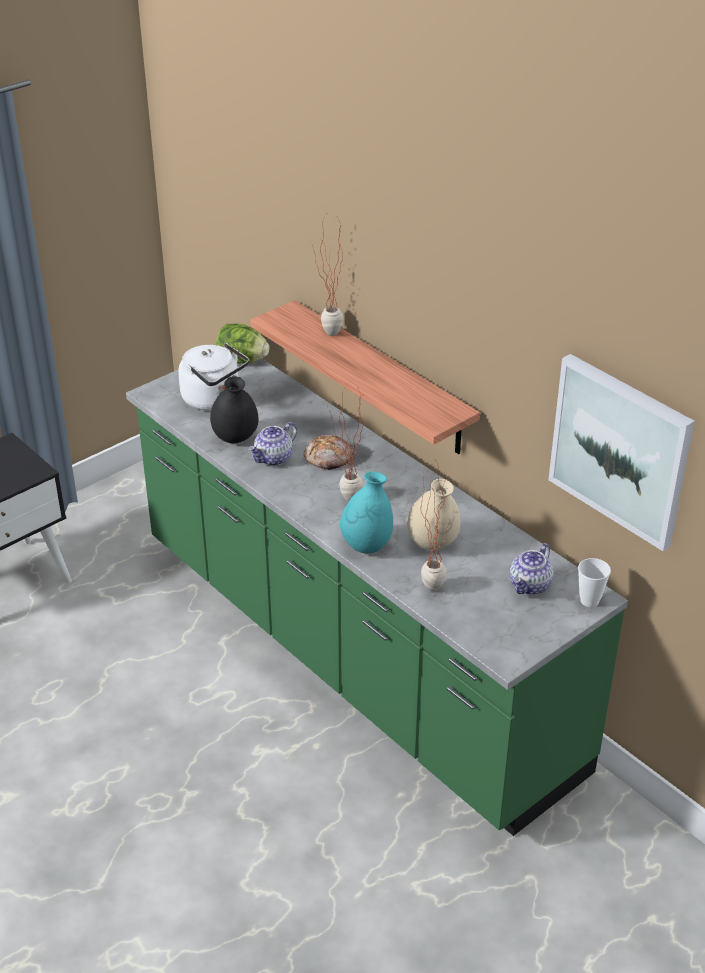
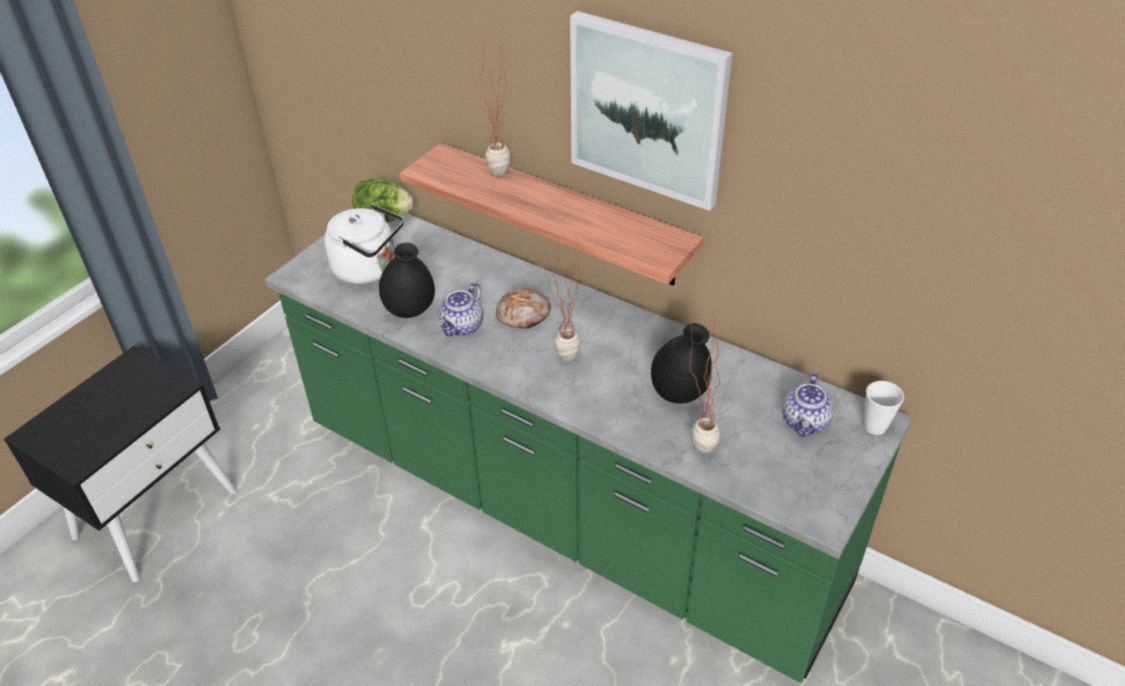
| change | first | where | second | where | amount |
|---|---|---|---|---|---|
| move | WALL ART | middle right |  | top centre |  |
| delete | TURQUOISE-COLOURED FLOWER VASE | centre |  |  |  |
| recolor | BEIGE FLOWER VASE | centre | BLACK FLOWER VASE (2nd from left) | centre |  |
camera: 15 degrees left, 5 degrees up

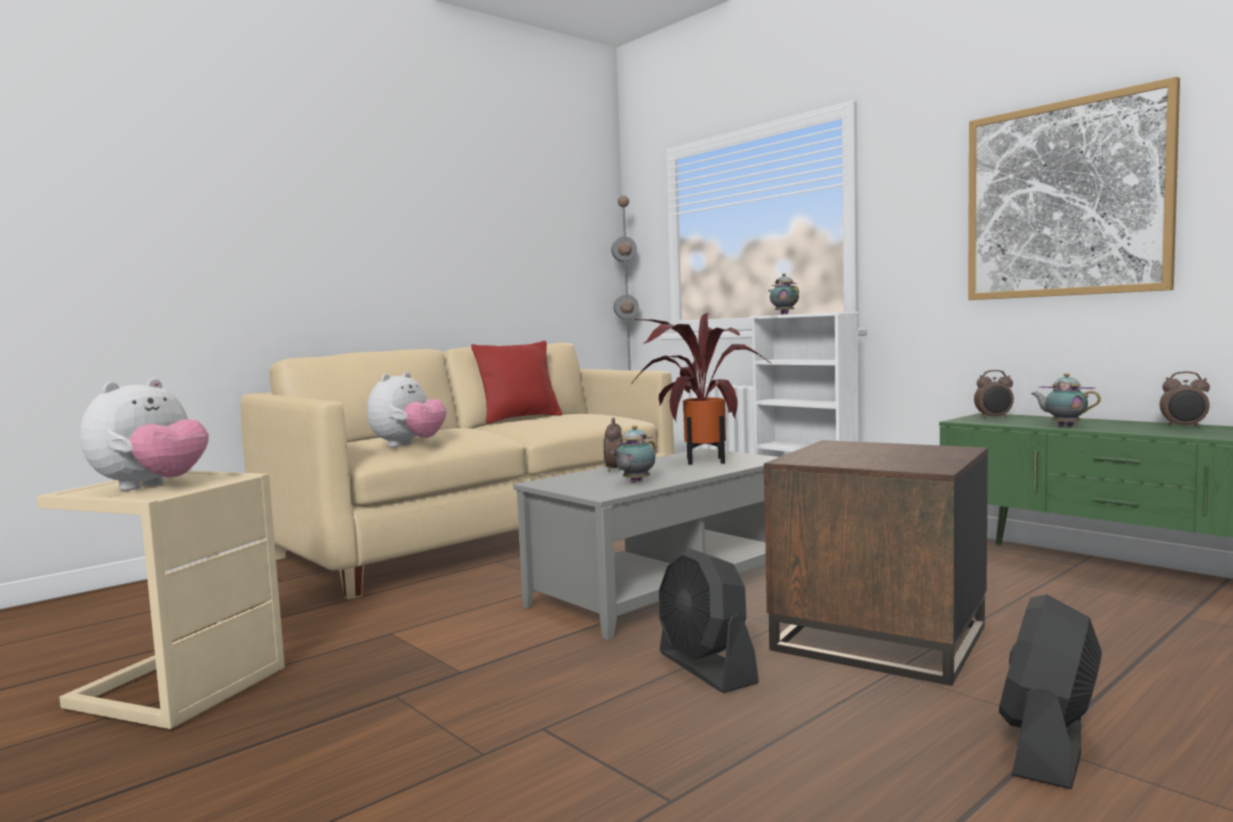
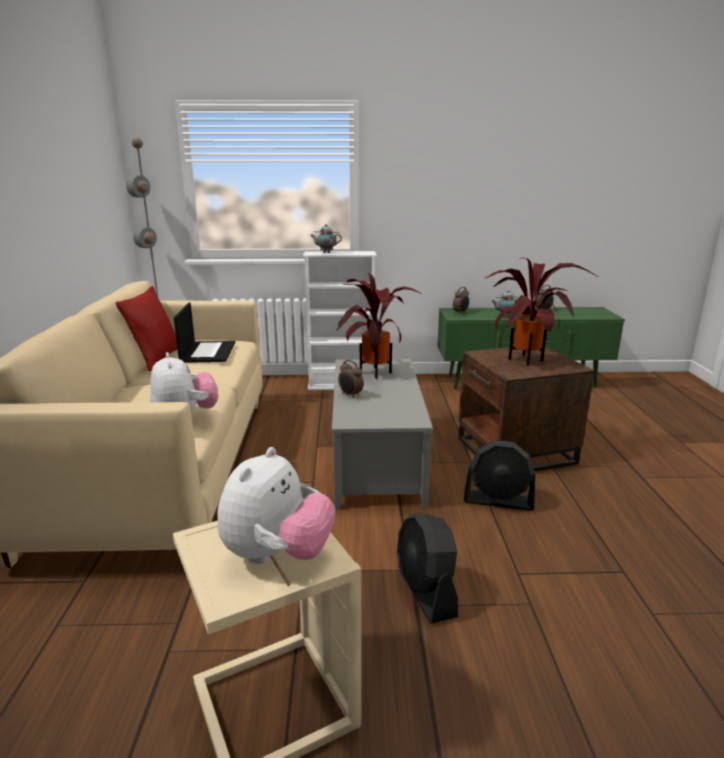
| change | first | where | second | where | amount |
|---|---|---|---|---|---|
| delete | WALL ART | top right |  |  |  |
| rotate | PLUSH TOY (1st from left in the first image) | middle left | PLUSH TOY (2nd from left) | centre | 45 degrees clockwise |
| delete | TEA POT (1st from left) | centre |  |  |  |
| move | BLACK ELECTRIC FAN (2nd from left in the first image) | bottom right | BLACK ELECTRIC FAN (1st from left) | bottom centre |  |
| insert |  |  | POTTED PLANT (2nd from left) | middle right |  |
| insert |  |  | NOTEBOOK COMPUTER | middle left |  |
camera: 50 degrees left, 15 degrees up

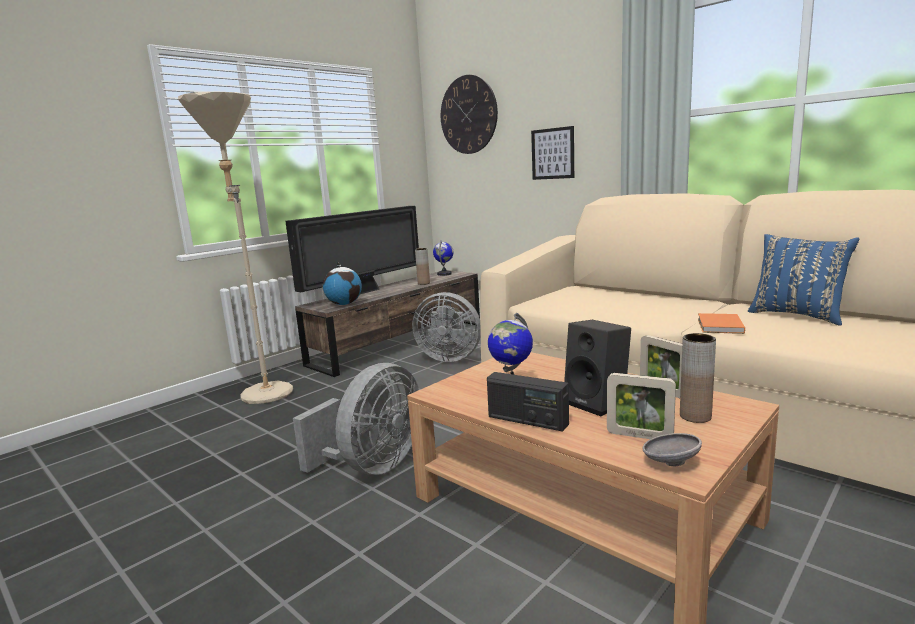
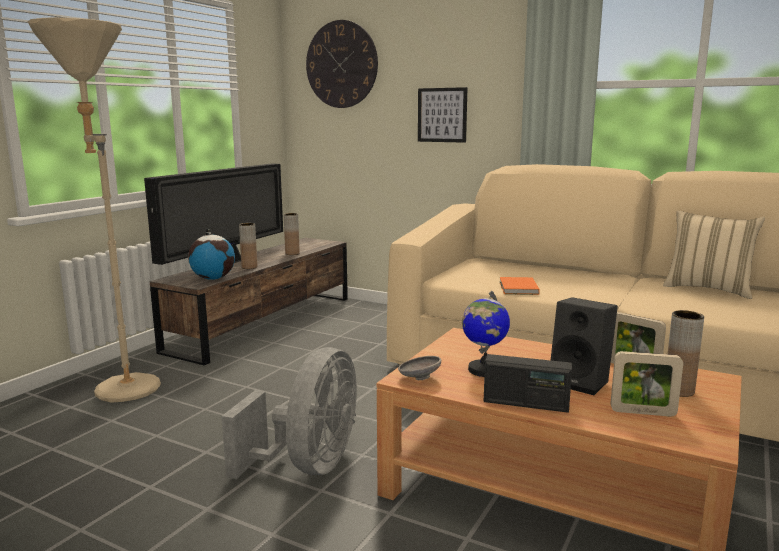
| change | first | where | second | where | amount |
|---|---|---|---|---|---|
| recolor | BLUISH THROW PILLOW | middle right | BEIGE THROW PILLOW | middle right |  |
| delete | GLOBE (2nd from left) | centre |  |  |  |
| delete | GREY ELECTRIC FAN (2nd from left) | centre |  |  |  |
| move | ORANGEY VOLUME | middle right |  | centre |  |
| move | GREY DEEP DISH | bottom right |  | bottom centre |  |
| insert |  |  | BROWN FLOWER VASE (1st from left) | middle left |  |
camera: 15 degrees left, 0 degrees up

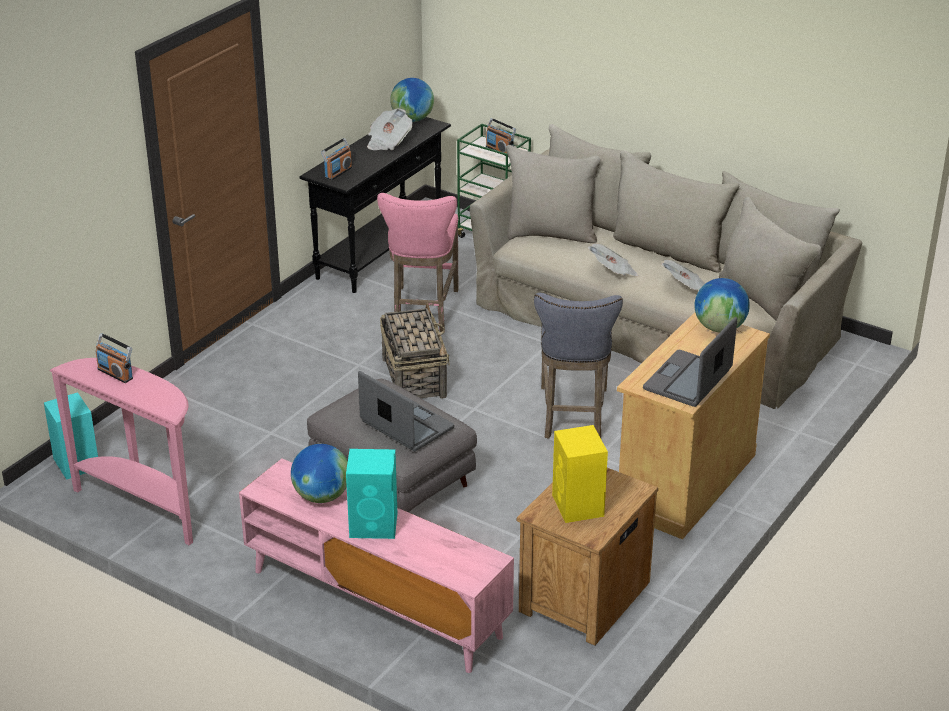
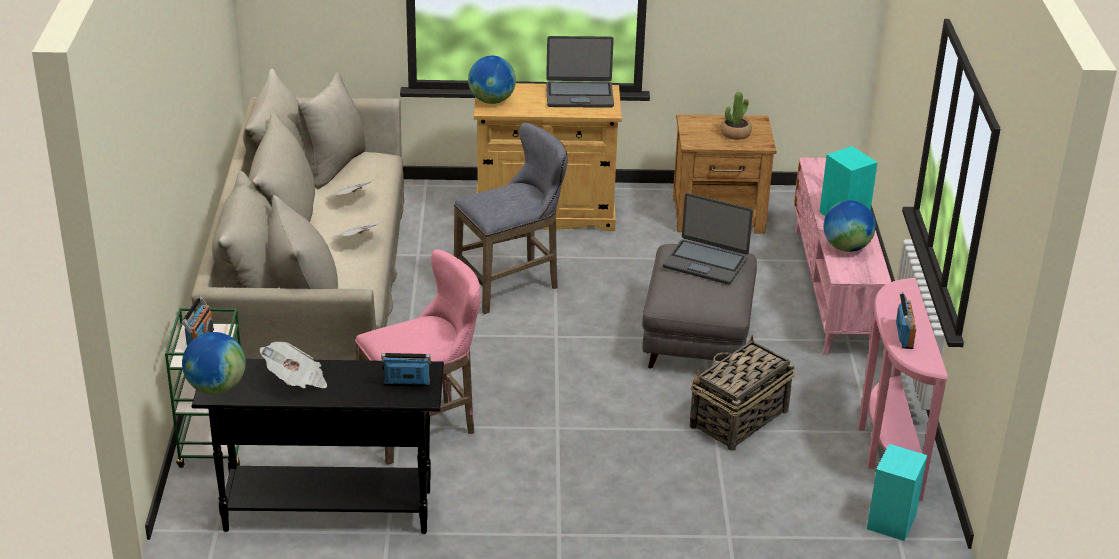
| change | first | where | second | where | amount |
|---|---|---|---|---|---|
| move | HOUSEHOLD BASKET | centre |  | bottom centre |  |
| rotate | NOTEBOOK COMPUTER (1st from left in the first image) | centre | NOTEBOOK COMPUTER (2nd from left) | centre | 75 degrees counterclockwise |
| replace | YELLOWISH SPEAKER | bottom centre | POTTED PLANT | top centre |  |
camera: 125 degrees left, 0 degrees up

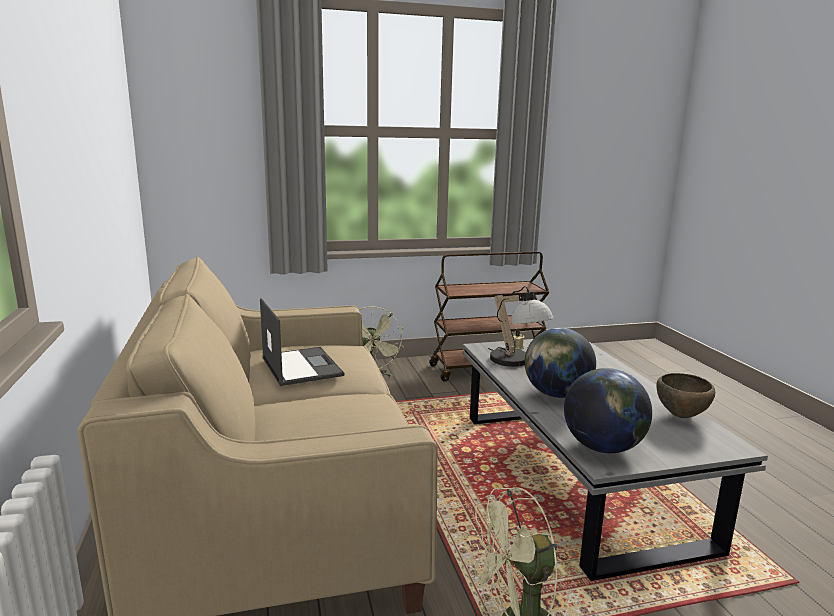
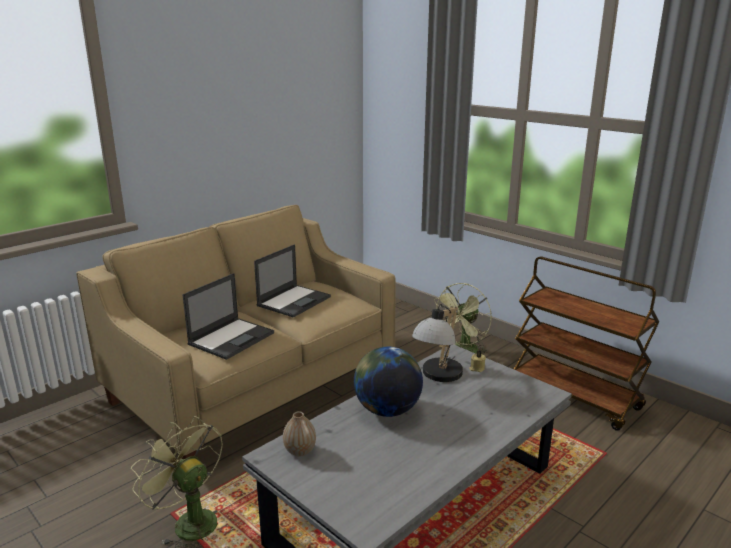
| change | first | where | second | where | amount |
|---|---|---|---|---|---|
| replace | GLOBE (2nd from left) | middle right | FLOWER VASE | bottom centre |  |
| delete | BROWN DEEP DISH | middle right |  |  |  |
| insert |  |  | NOTEBOOK COMPUTER (1st from left) | middle left |  |
camera: 60 degrees right, 5 degrees up

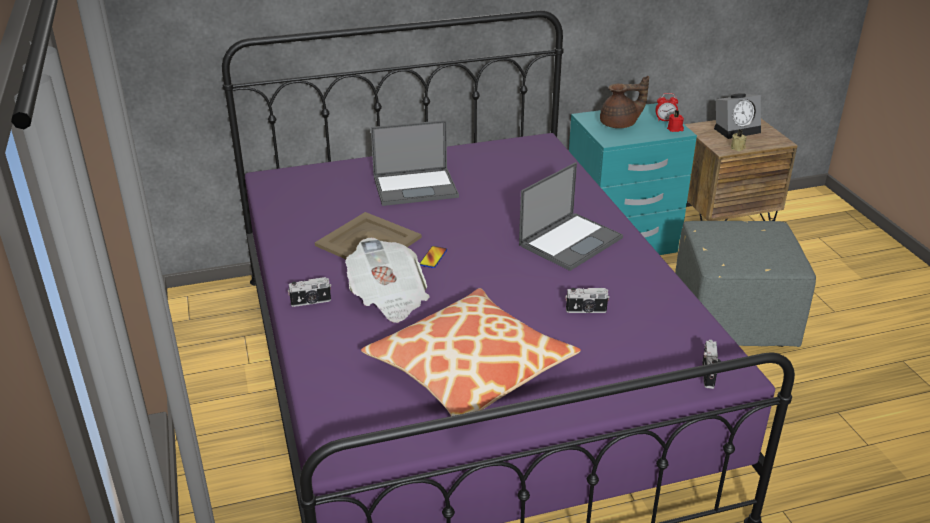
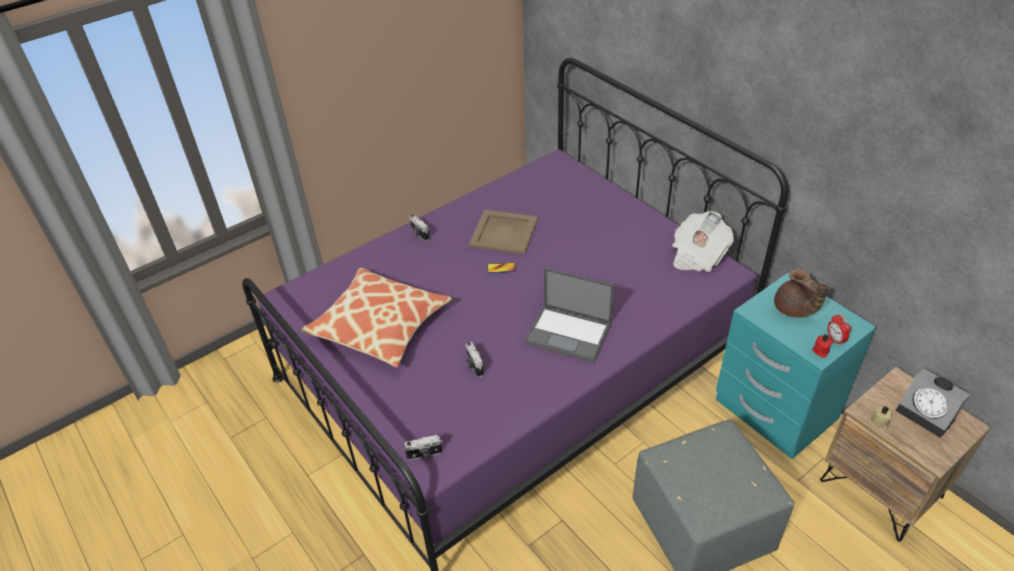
| change | first | where | second | where | amount |
|---|---|---|---|---|---|
| delete | NOTEBOOK COMPUTER (1st from left) | top centre |  |  |  |
| move | NEWSPAPER | centre |  | middle right |  |
camera: 70 degrees right, 10 degrees up

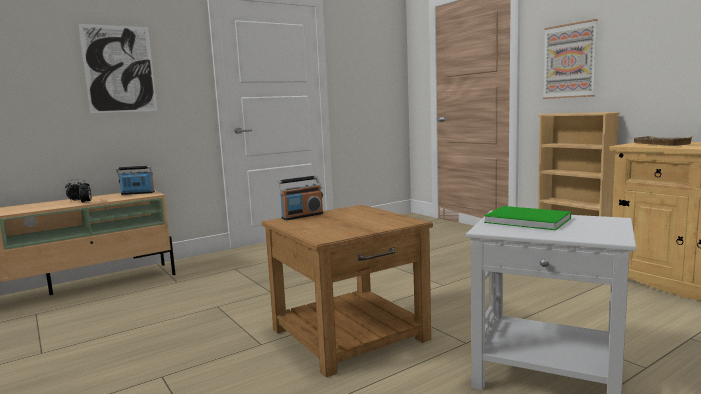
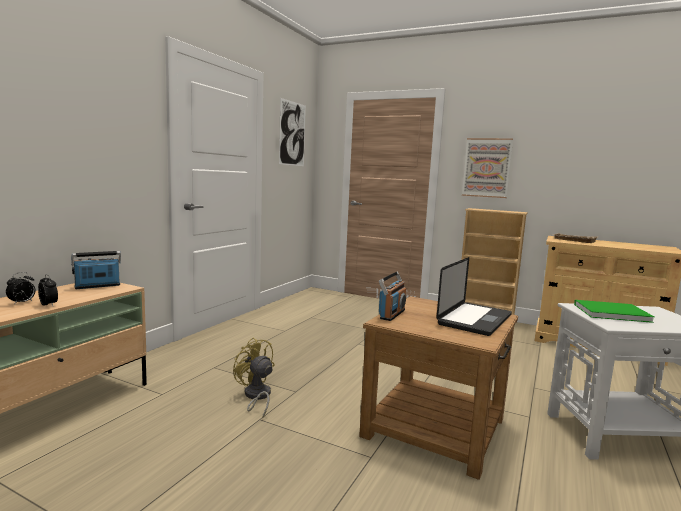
| change | first | where | second | where | amount |
|---|---|---|---|---|---|
| move | WALL ART (1st from left) | top left |  | top centre |  |
| insert |  |  | NOTEBOOK COMPUTER | middle right |  |
| insert |  |  | YELLOWISH ELECTRIC FAN | bottom centre |  |
camera: 30 degrees left, 0 degrees up

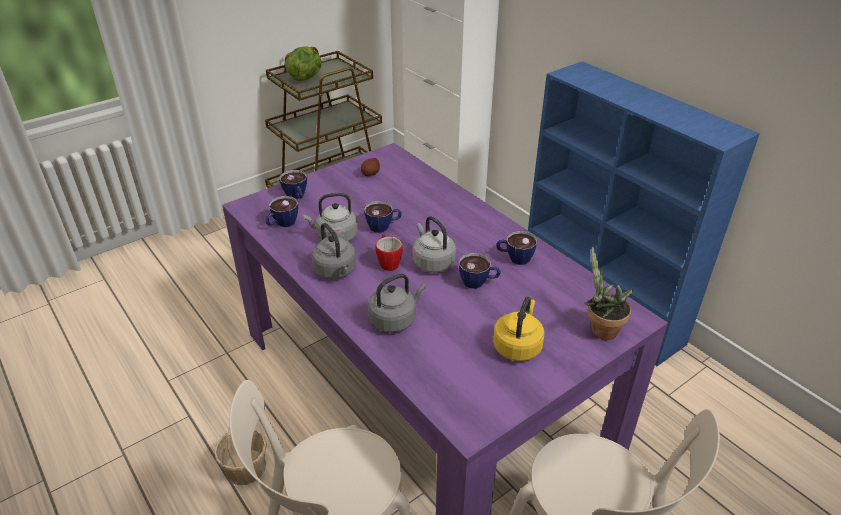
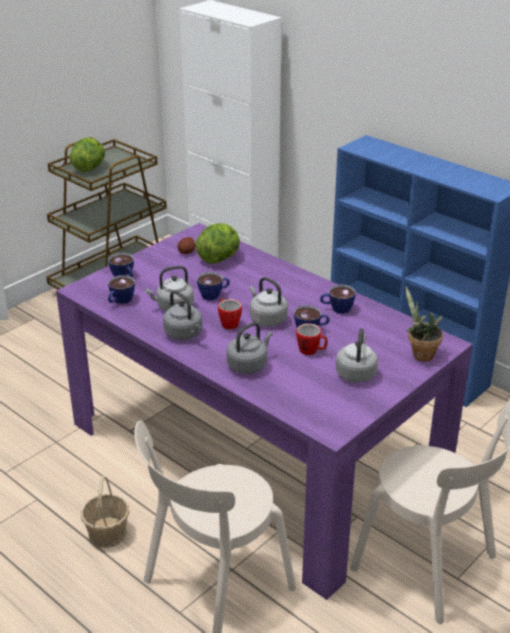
| change | first | where | second | where | amount |
|---|---|---|---|---|---|
| recolor | YELLOWISH WATER KETTLE | centre | GREY WATER KETTLE (5th from left) | middle right |  |
| insert |  |  | LETTUCE HEAD (2nd from left) | centre |  |
| insert |  |  | COFFEE MUG (2nd from left) | centre |  |
camera: 10 degrees left, 5 degrees down

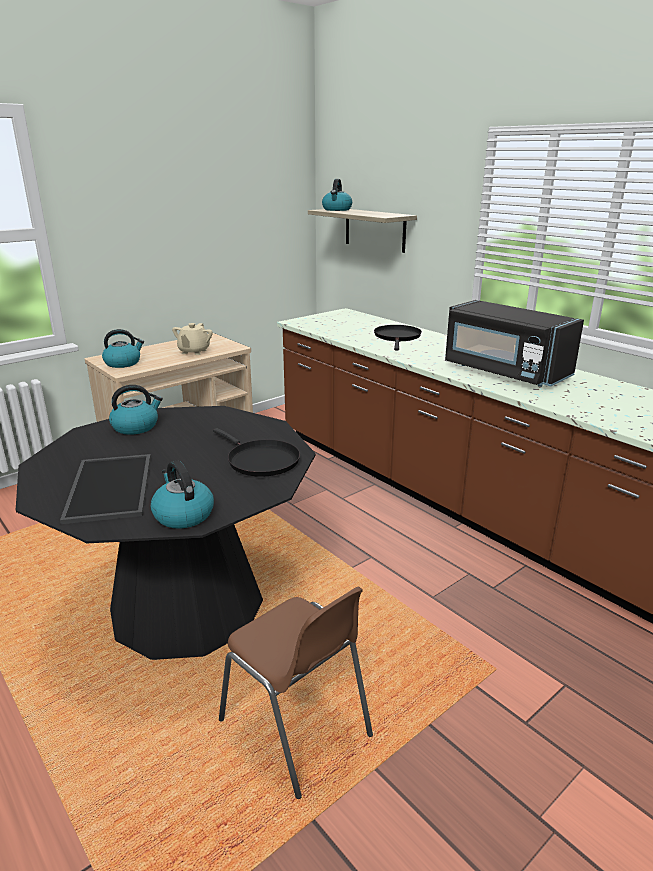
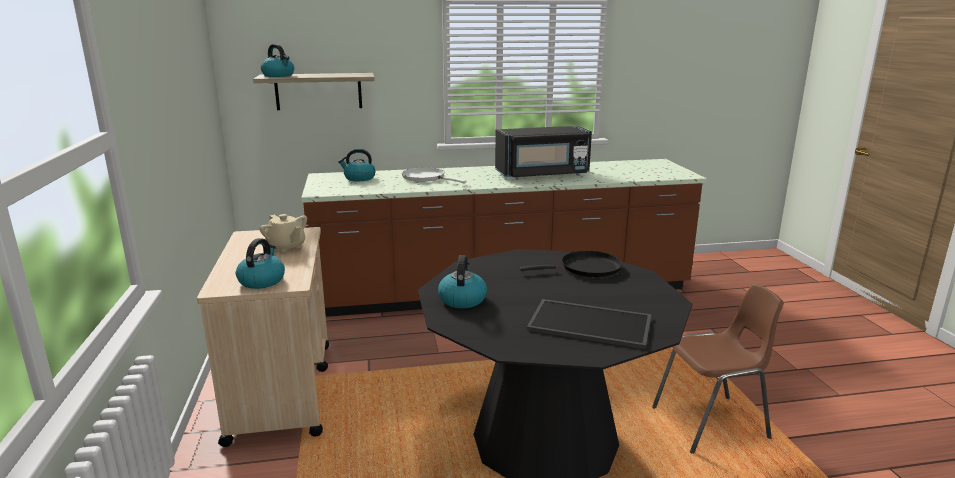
| change | first | where | second | where | amount |
|---|---|---|---|---|---|
| recolor | BLACK PAN (2nd from left) | centre | WHITE PAN | centre |  |
| move | WATER KETTLE (3rd from left) | middle left |  | centre |  |
camera: 60 degrees left, 5 degrees down

